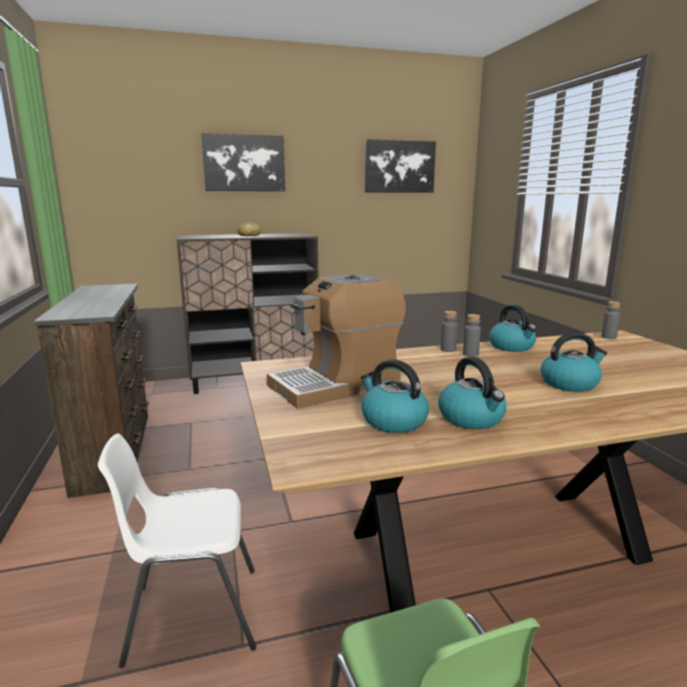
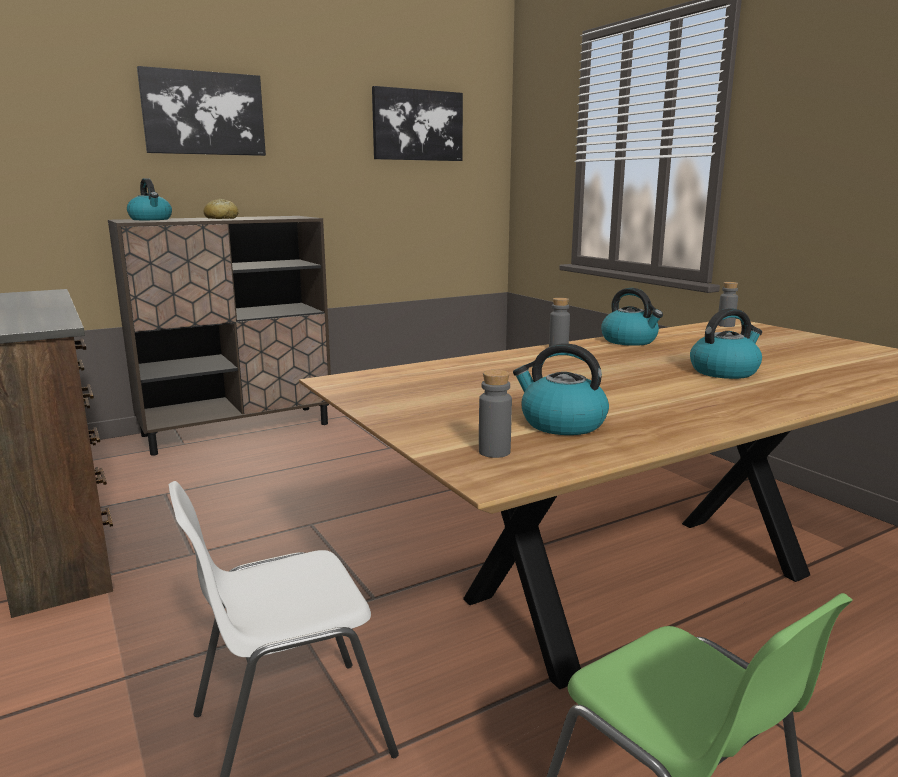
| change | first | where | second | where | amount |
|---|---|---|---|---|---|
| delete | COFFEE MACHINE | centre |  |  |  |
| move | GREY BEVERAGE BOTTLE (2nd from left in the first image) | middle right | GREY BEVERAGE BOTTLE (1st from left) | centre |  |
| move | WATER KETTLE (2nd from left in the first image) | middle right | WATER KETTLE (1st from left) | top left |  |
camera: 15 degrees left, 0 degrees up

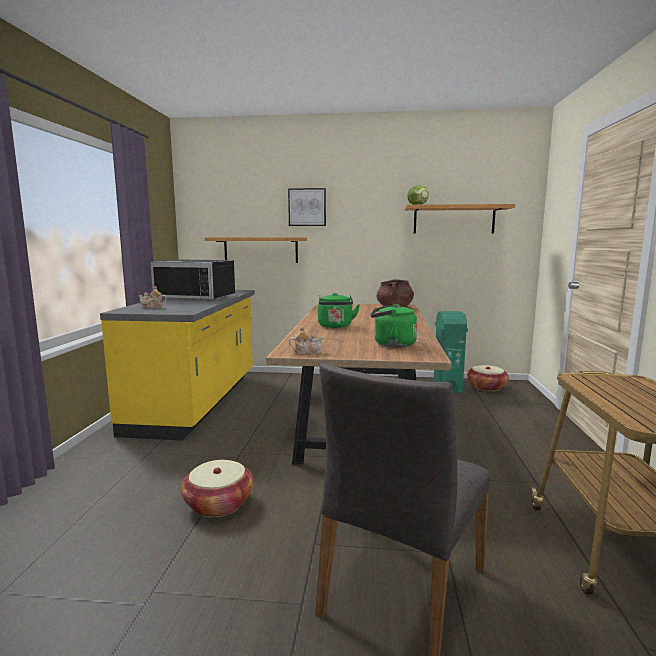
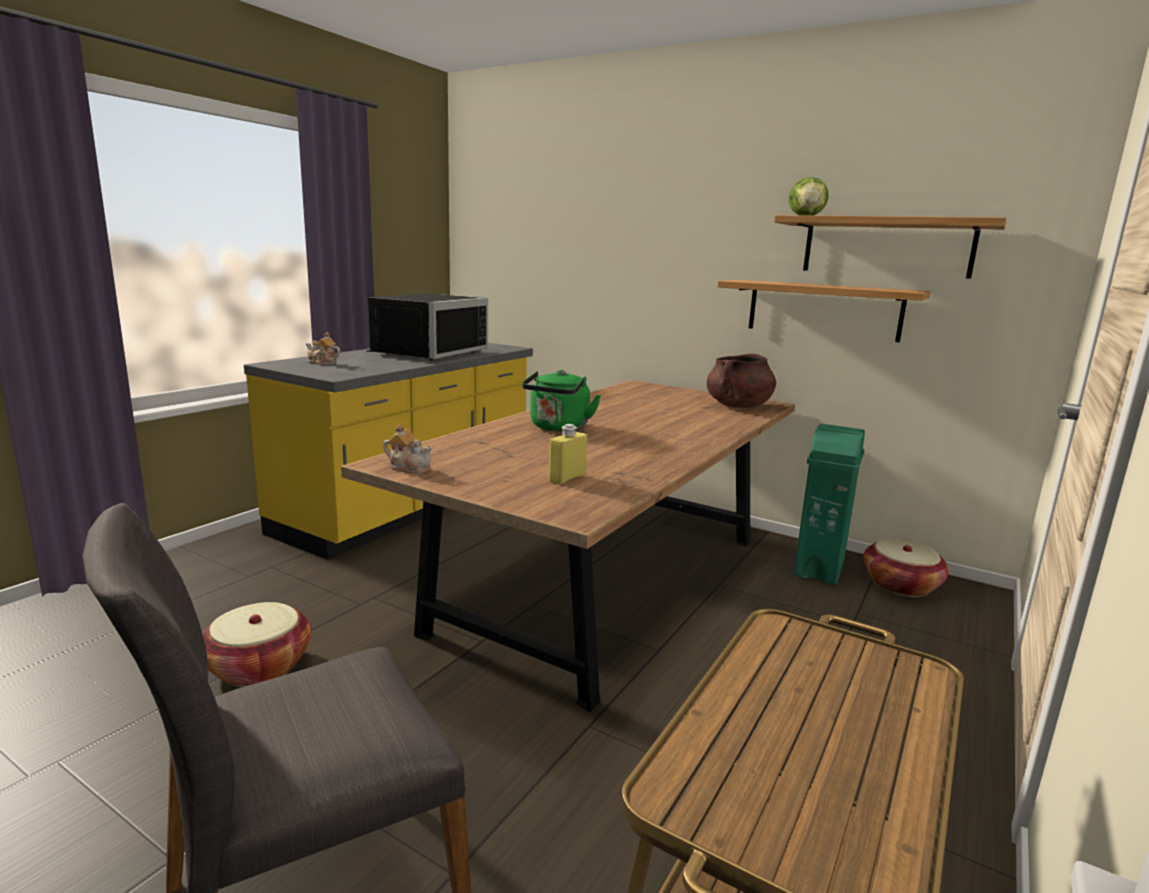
| change | first | where | second | where | amount |
|---|---|---|---|---|---|
| delete | WALL ART | top centre |  |  |  |
| move | WALL SHELF (1st from left) | centre |  | middle right |  |
| rotate | BLACK KITCHEN MICROWAVE | middle left |  | centre | 105 degrees counterclockwise |
| replace | GREEN-COLOURED WATER KETTLE (2nd from left) | centre | YELLOWISH BEVERAGE BOTTLE | centre |  |
camera: 25 degrees right, 5 degrees up

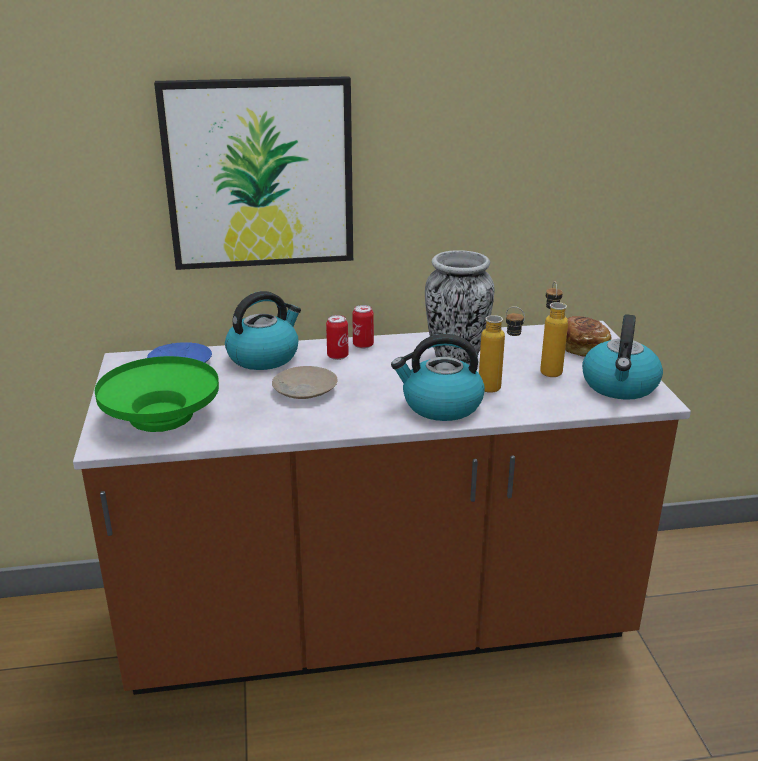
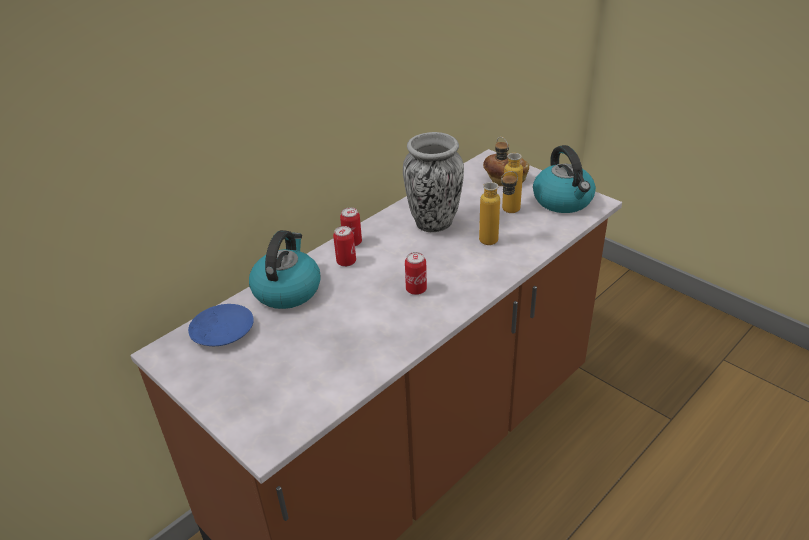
| change | first | where | second | where | amount |
|---|---|---|---|---|---|
| delete | WALL ART | top centre |  |  |  |
| delete | WATER KETTLE (2nd from left) | centre |  |  |  |
| delete | GREEN-COLOURED DEEP DISH | middle left |  |  |  |
| delete | BEIGE PLATE | centre |  |  |  |
| insert |  |  | METAL CAN (3rd from left) | centre |  |
camera: 35 degrees left, 10 degrees up

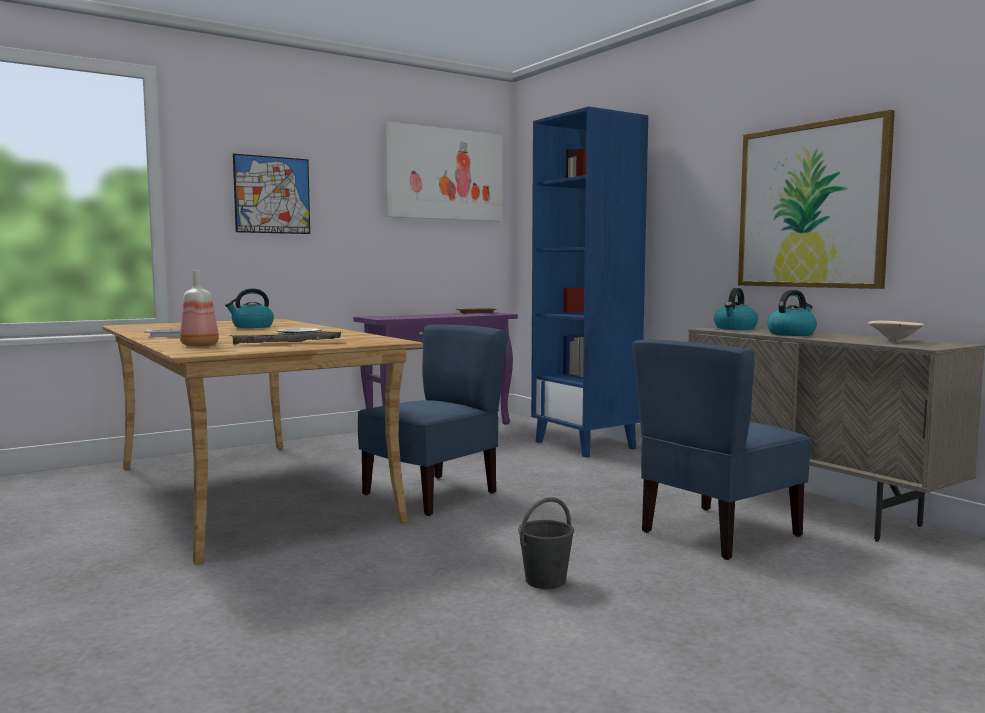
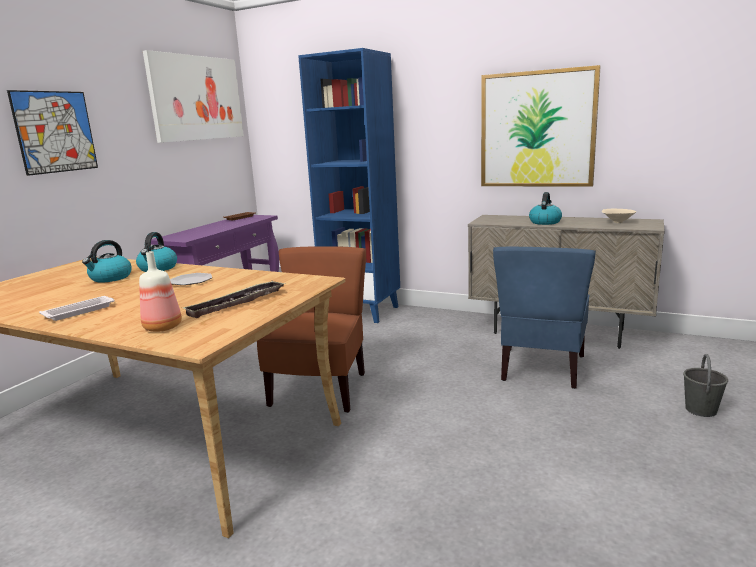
| change | first | where | second | where | amount |
|---|---|---|---|---|---|
| move | WATER KETTLE (2nd from left) | middle right |  | middle left |  |
| recolor | BLUISH PLAIN CHAIR (1st from left) | centre | BROWN PLAIN CHAIR | centre |  |
| move | GREY PAIL | bottom centre |  | bottom right |  |
camera: 30 degrees left, 10 degrees up

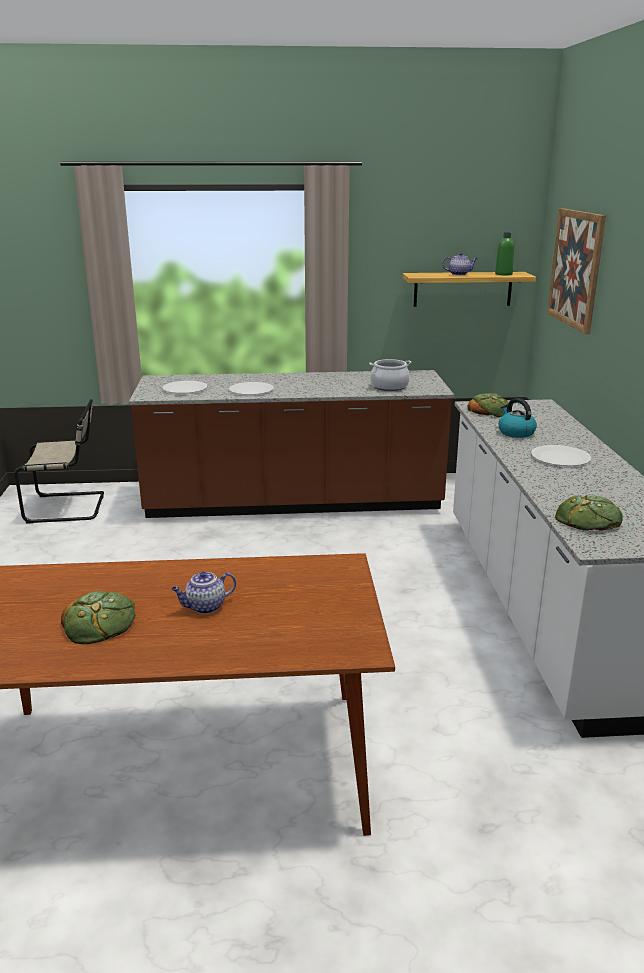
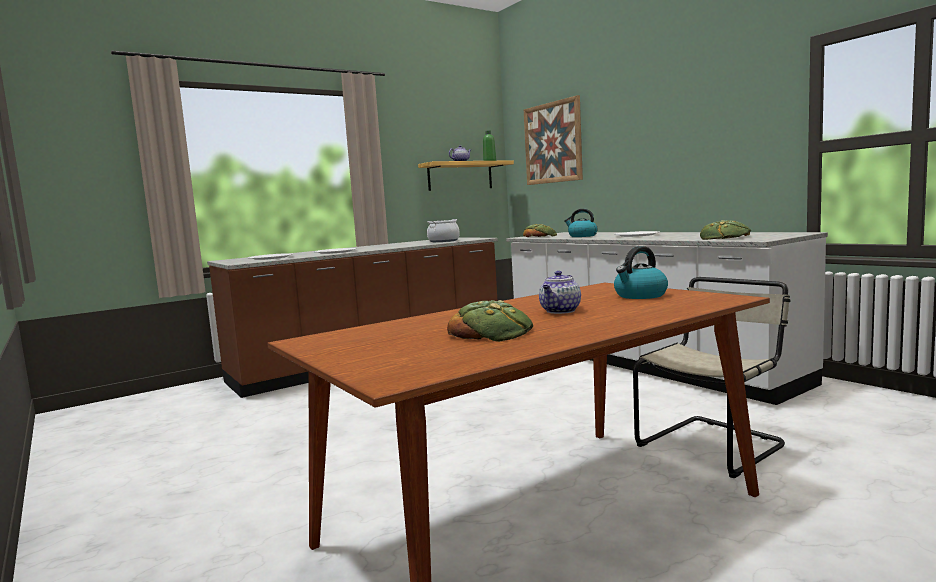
| change | first | where | second | where | amount |
|---|---|---|---|---|---|
| move | BEIGE PLAIN CHAIR | middle left |  | middle right |  |
| insert |  |  | WATER KETTLE (2nd from left) | middle right |  |
camera: 30 degrees left, 15 degrees down

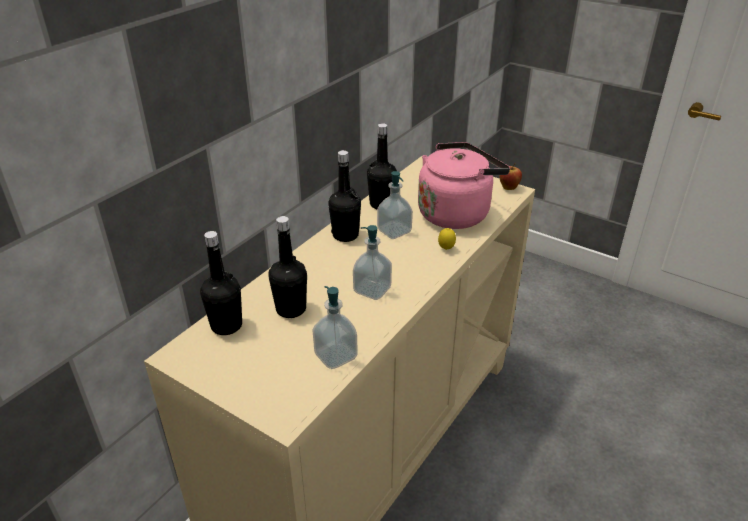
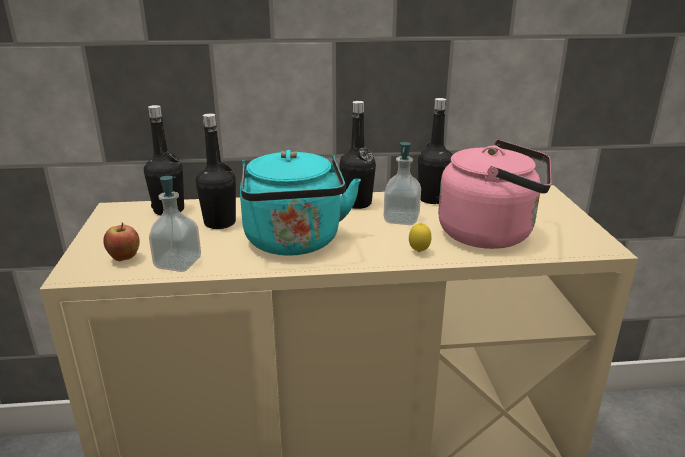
| change | first | where | second | where | amount |
|---|---|---|---|---|---|
| move | APPLE FRUIT | middle right |  | middle left |  |
| replace | SOAP DISPENSER (2nd from left) | centre | TURQUOISE-COLOURED WATER KETTLE | centre |  |
camera: 50 degrees right, 10 degrees down

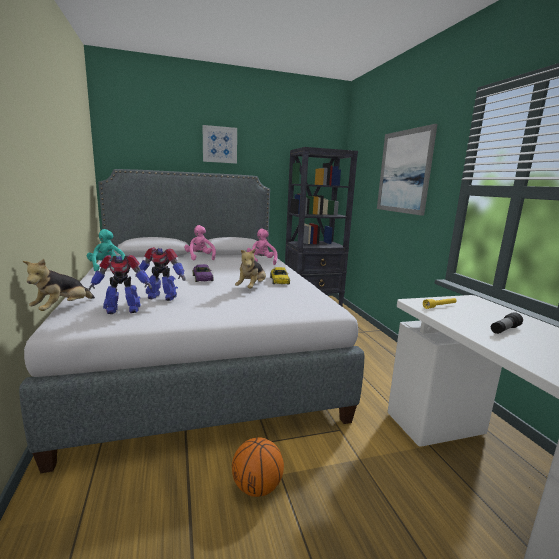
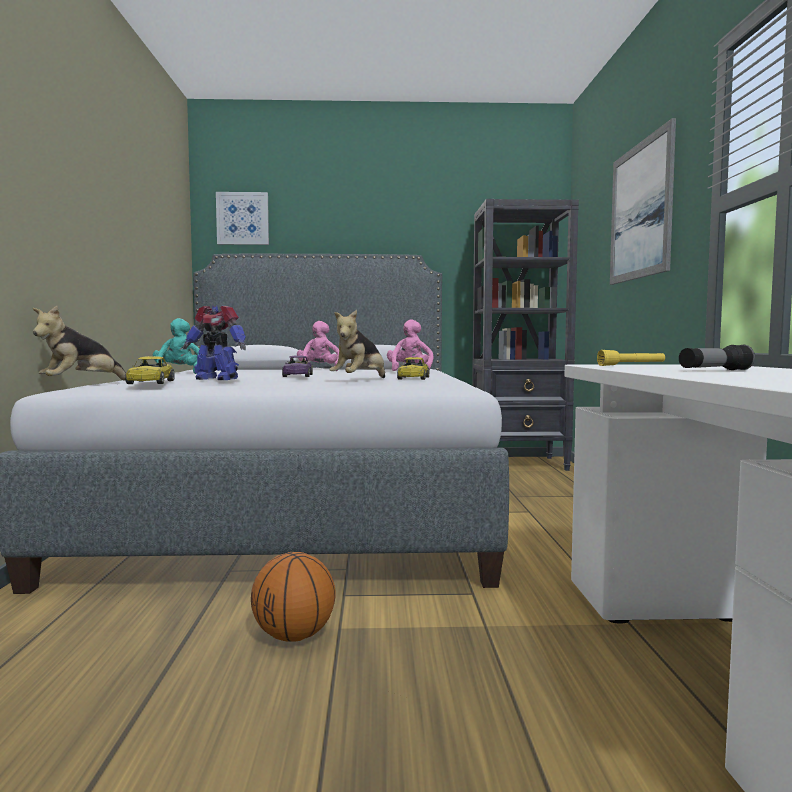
| change | first | where | second | where | amount |
|---|---|---|---|---|---|
| move | WALL ART (1st from left) | top centre |  | top left |  |
| replace | TOY ROBOT (1st from left) | middle left | YELLOWISH MINIATURE CAR (1st from left) | middle left |  |
camera: 15 degrees right, 10 degrees down

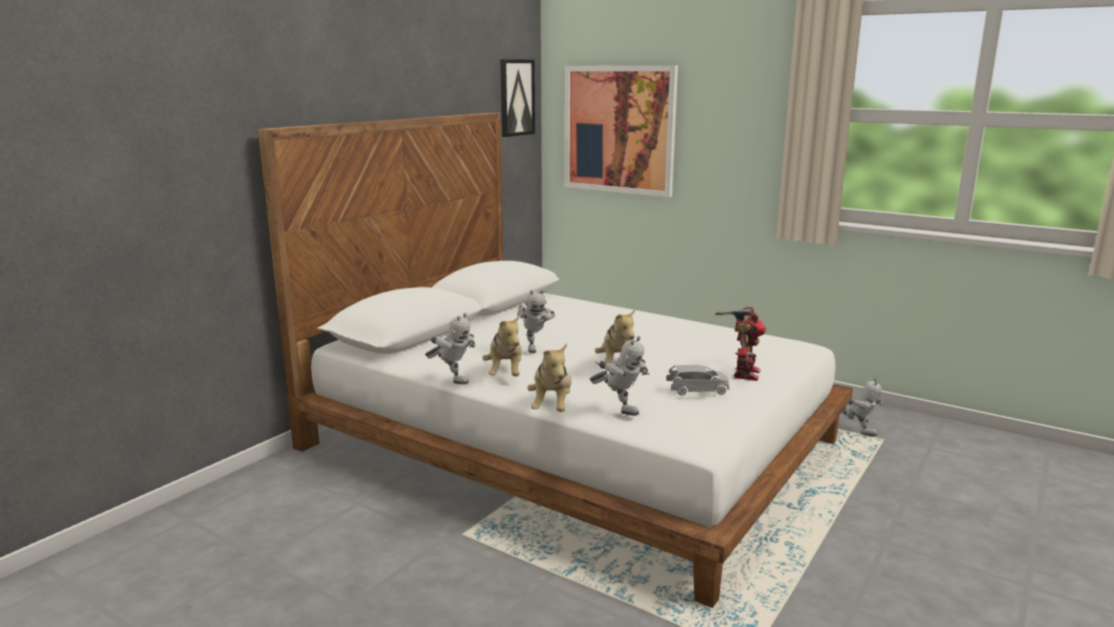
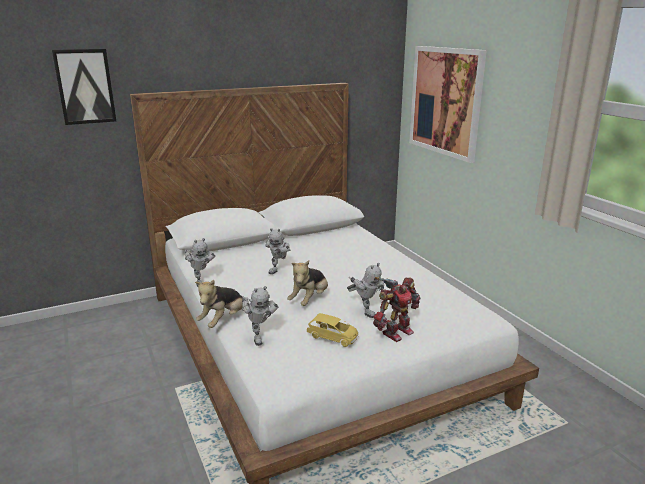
| change | first | where | second | where | amount |
|---|---|---|---|---|---|
| move | WALL ART (1st from left) | top centre |  | top left |  |
| delete | PLUSH TOY (1st from left) | centre |  |  |  |
| recolor | GREY MINIATURE CAR | centre | YELLOWISH MINIATURE CAR | bottom centre |  |
| move | TOY ROBOT (5th from left in the first image) | middle right | TOY ROBOT (4th from left) | centre |  |
camera: 30 degrees right, 5 degrees up

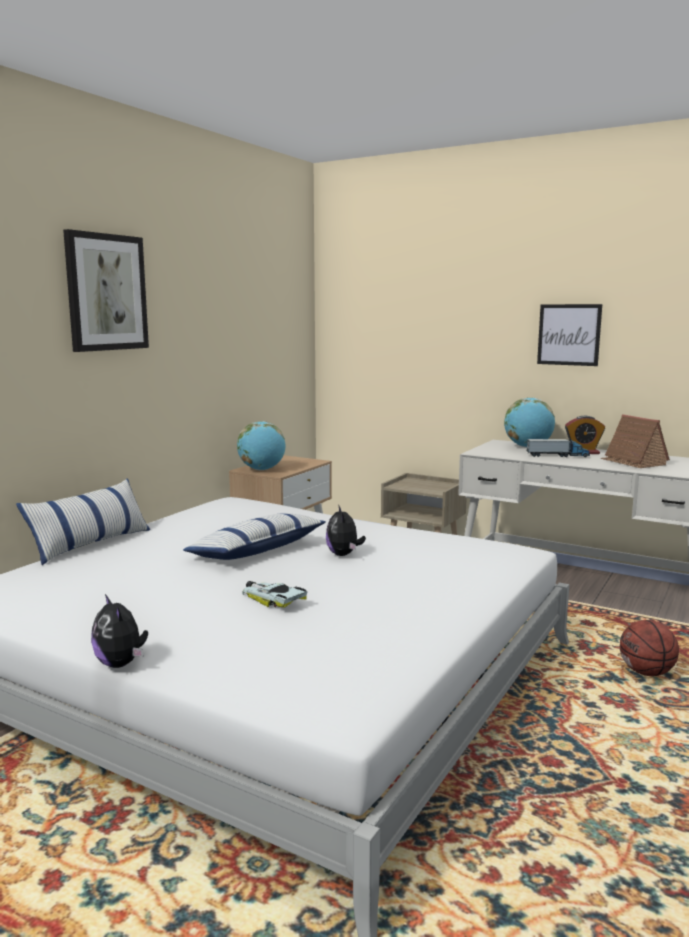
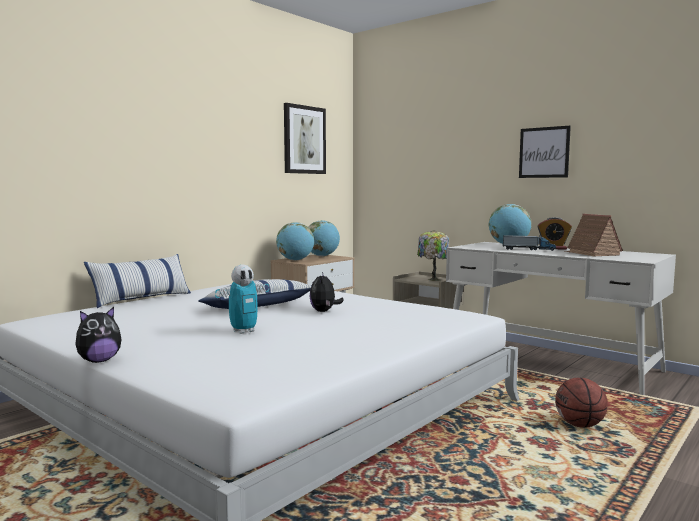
| change | first | where | second | where | amount |
|---|---|---|---|---|---|
| move | WALL ART (1st from left) | top left |  | top centre |  |
| replace | MINIATURE CAR | centre | TOY ROBOT | centre |  |
| rotate | PLUSH TOY (1st from left) | bottom left |  | middle left | 105 degrees counterclockwise |
| insert |  |  | GLOBE (2nd from left) | centre |  |
| insert |  |  | TABLETOP LAMP | centre |  |
camera: 10 degrees right, 5 degrees down

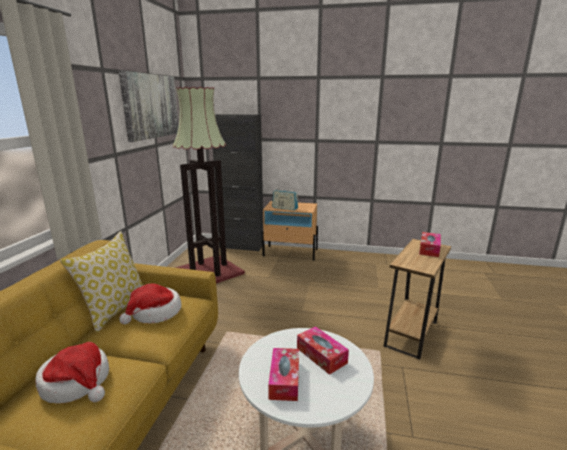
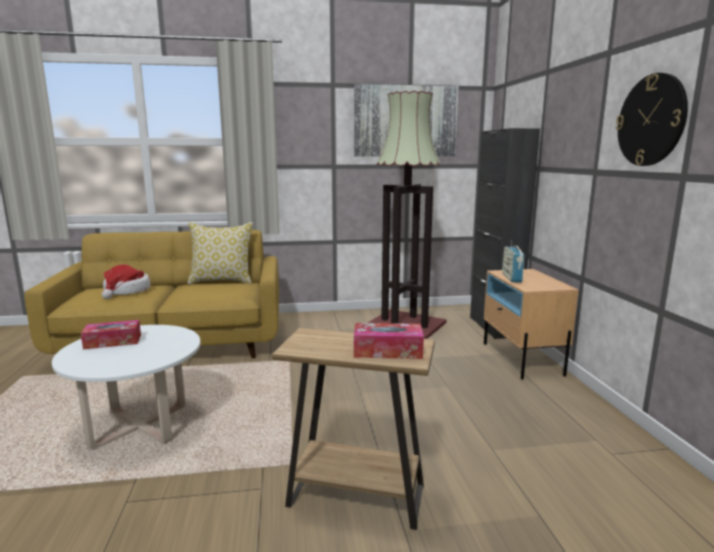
| change | first | where | second | where | amount |
|---|---|---|---|---|---|
| delete | CLOTHING HAT (2nd from left) | bottom left |  |  |  |
| delete | TISSUE BOX (2nd from left) | bottom centre |  |  |  |
| insert |  |  | HANGING CLOCK | top right |  |
camera: 70 degrees right, 5 degrees down

